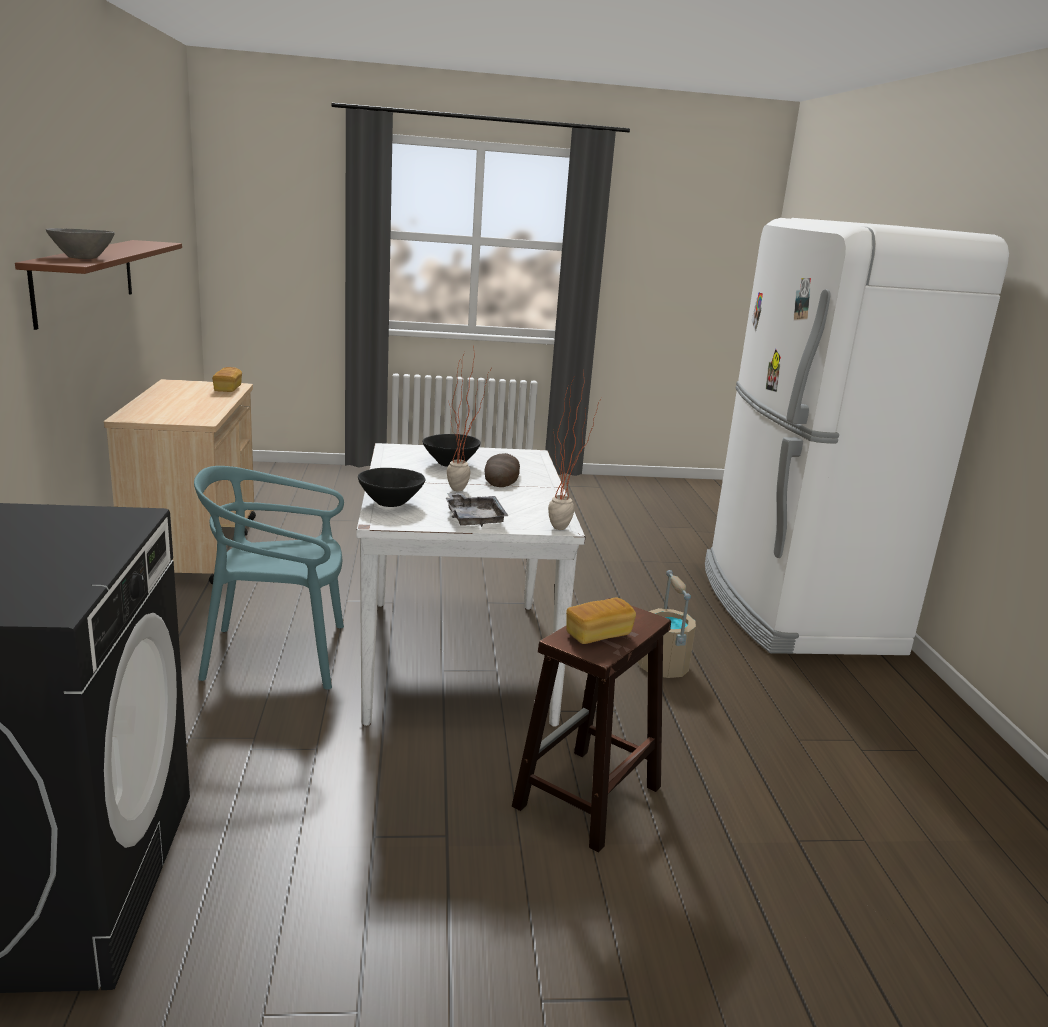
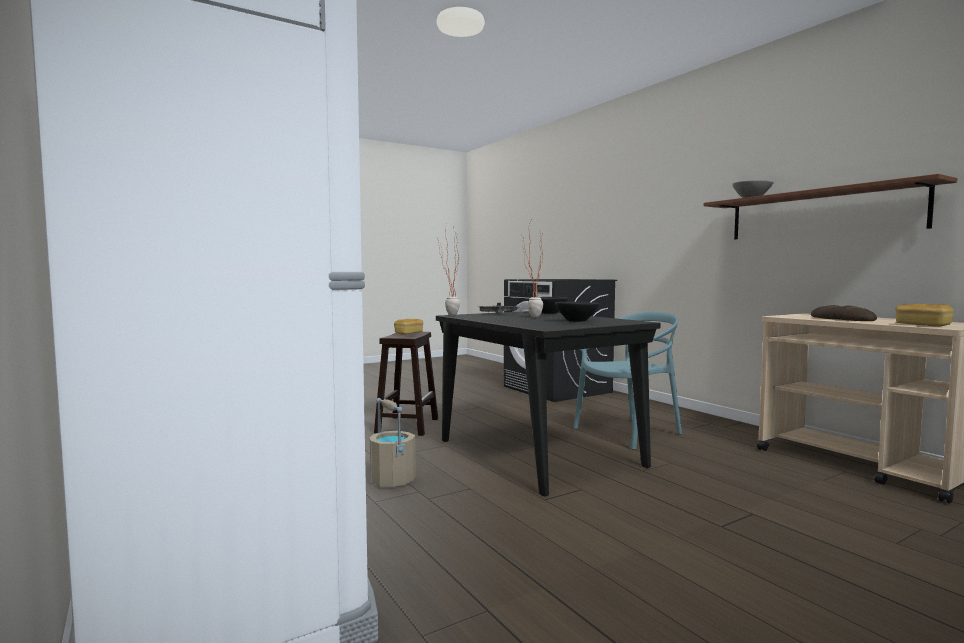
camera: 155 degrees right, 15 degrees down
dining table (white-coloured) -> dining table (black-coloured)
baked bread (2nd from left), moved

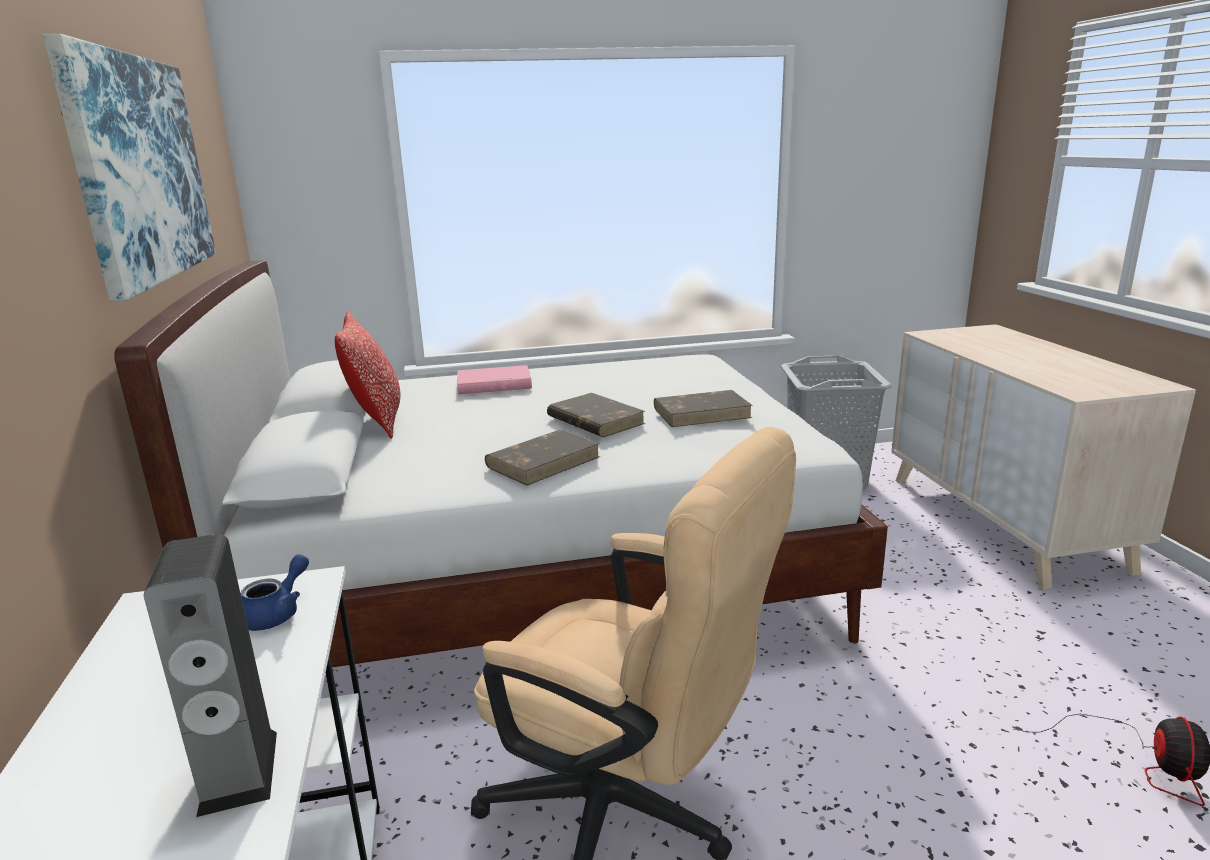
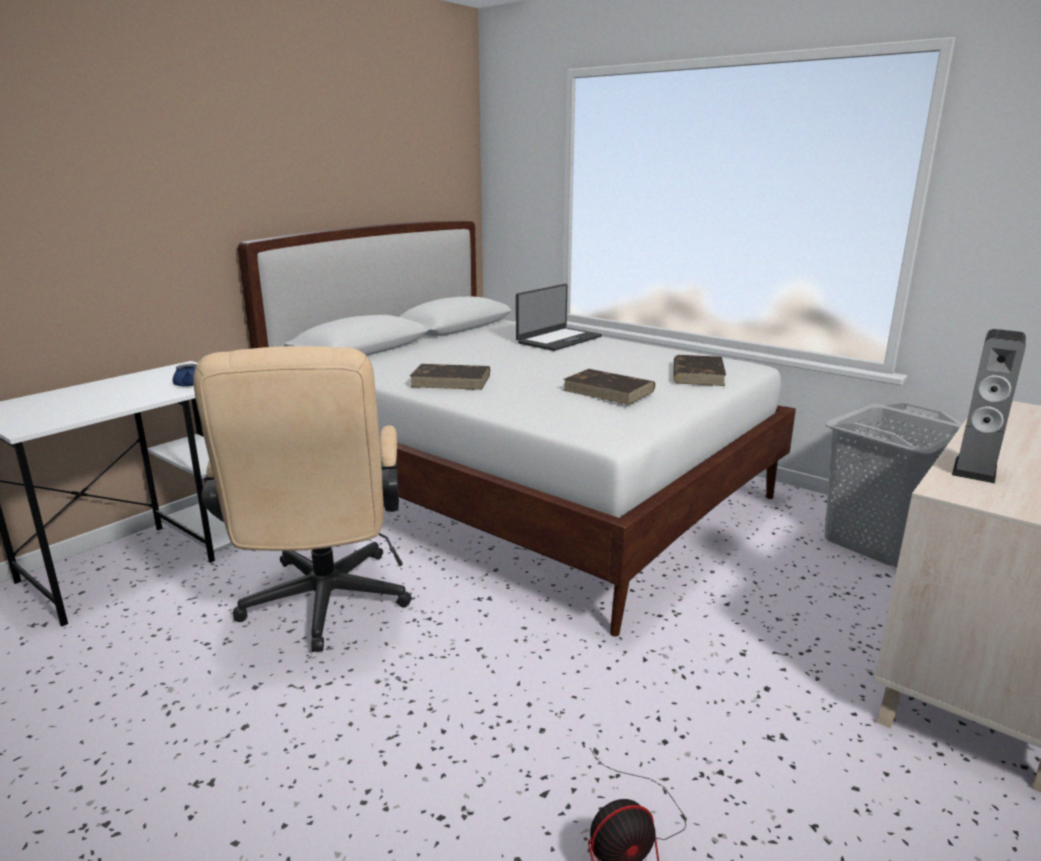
camera: 50 degrees right, 0 degrees up
volume (pink-coloured) -> laptop
volume (brownish) (2nd from left in the first image) -> volume (brownish) (3rd from left), moved
speaker, moved
wall picture -> none
cushion -> none

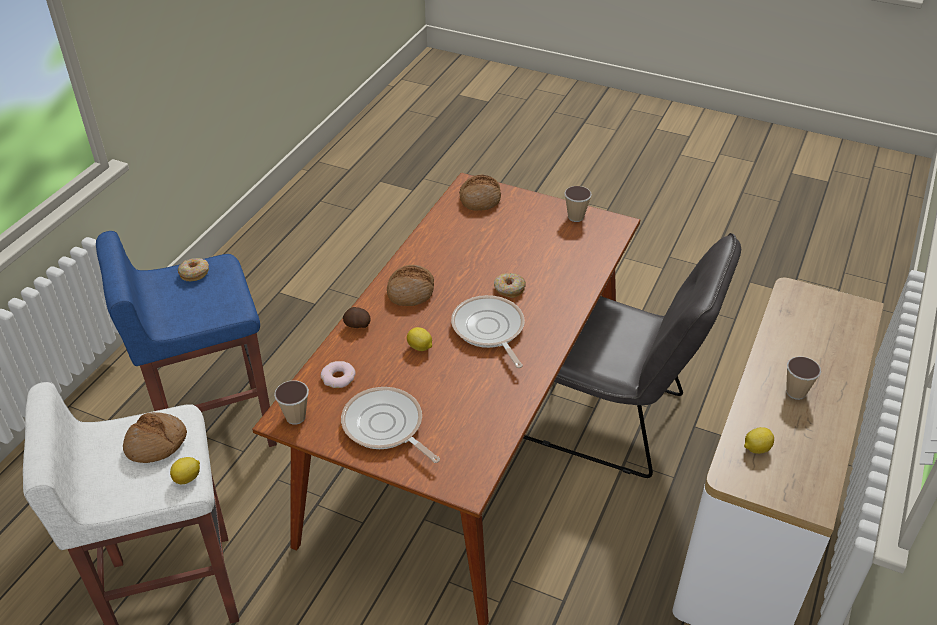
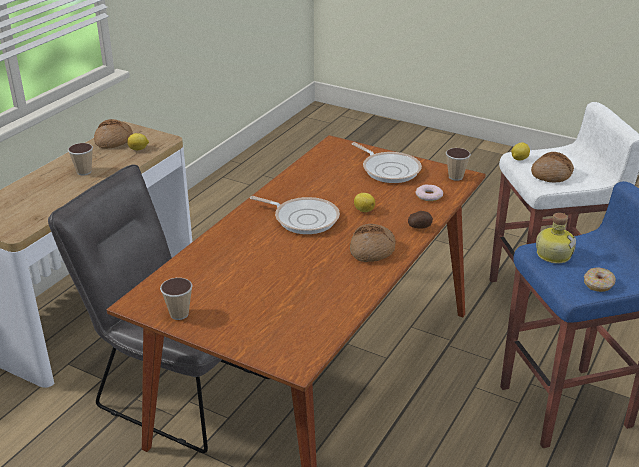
camera: 175 degrees left, 10 degrees down
baked bread (3rd from left in the first image) -> baked bread (1st from left), moved
frying pan (2nd from left in the first image) -> frying pan (1st from left), 45 degrees counterclockwise
none -> beverage bottle
doughnut (3rd from left) -> none

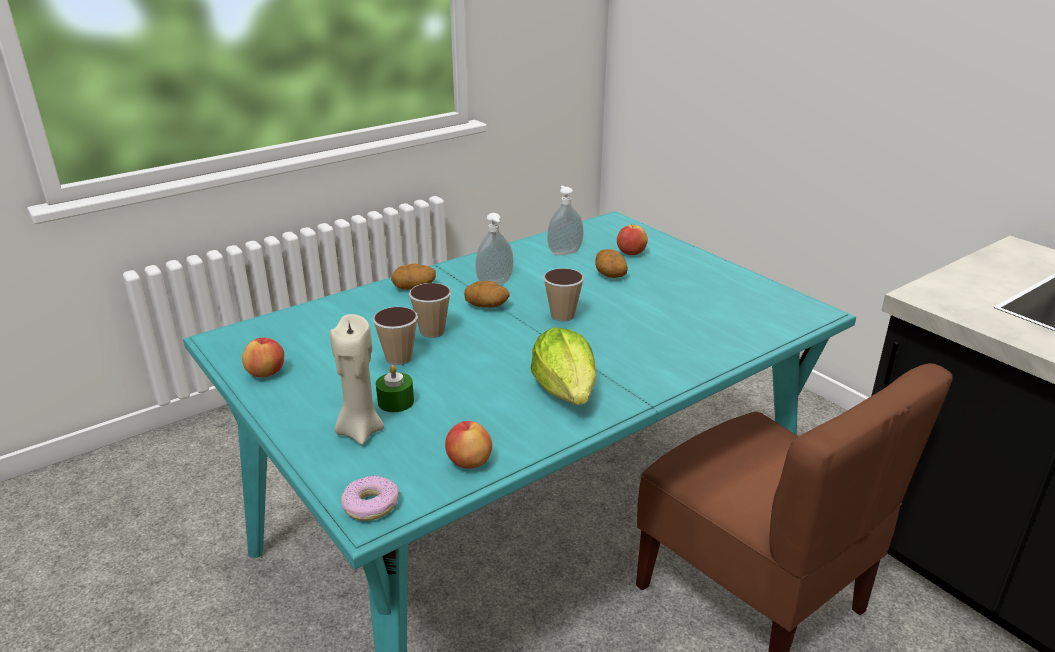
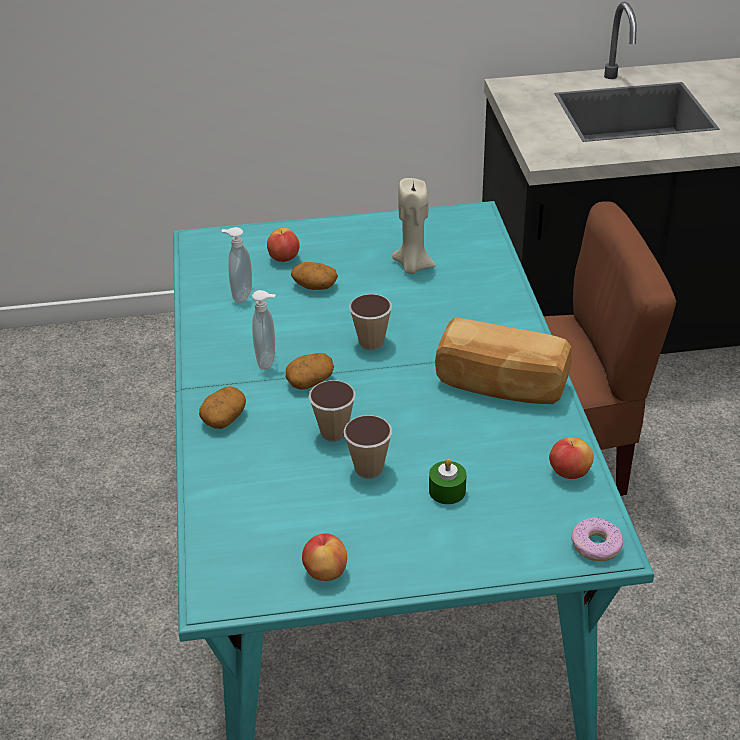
camera: 60 degrees left, 10 degrees up
wax light (sand-coloured), moved
head of lettuce -> baked bread

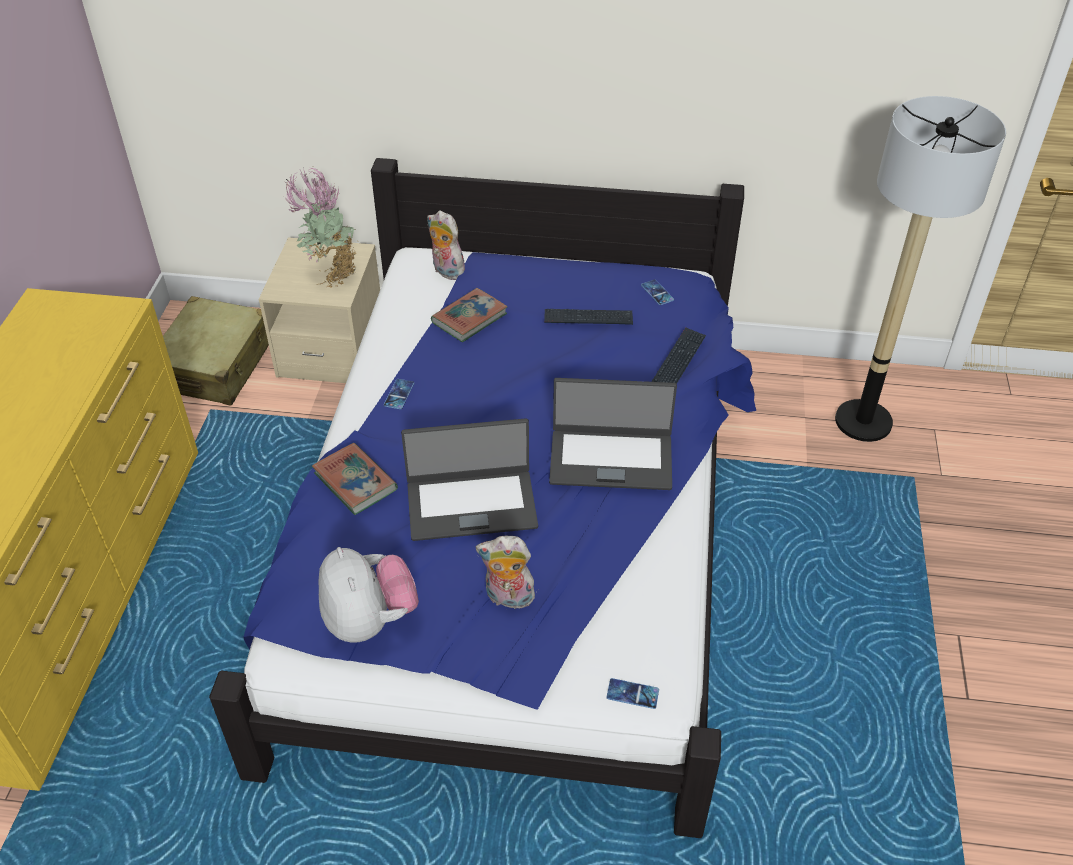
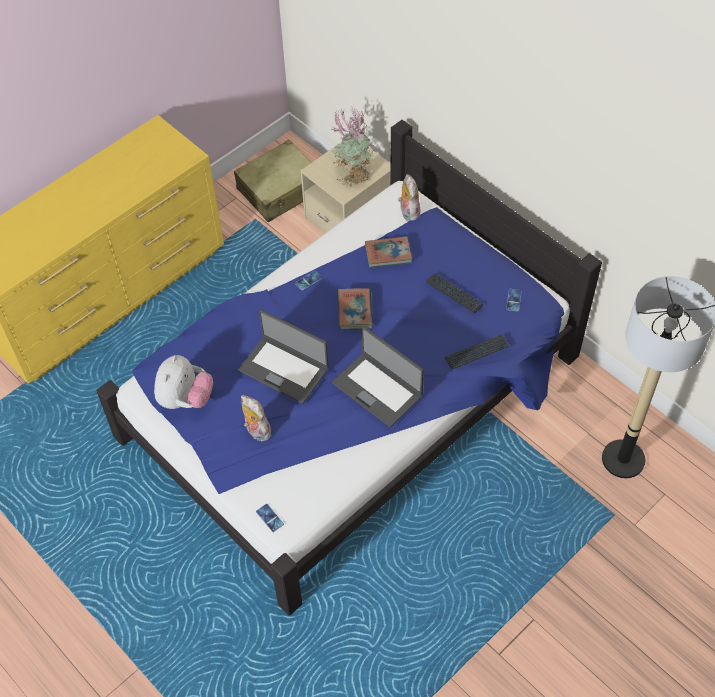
camera: 40 degrees right, 10 degrees up
volume (1st from left), moved

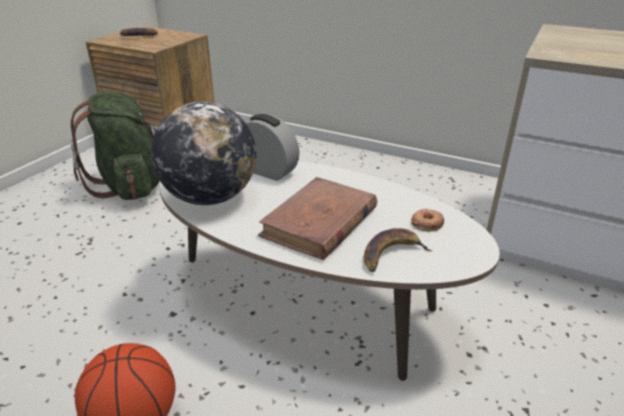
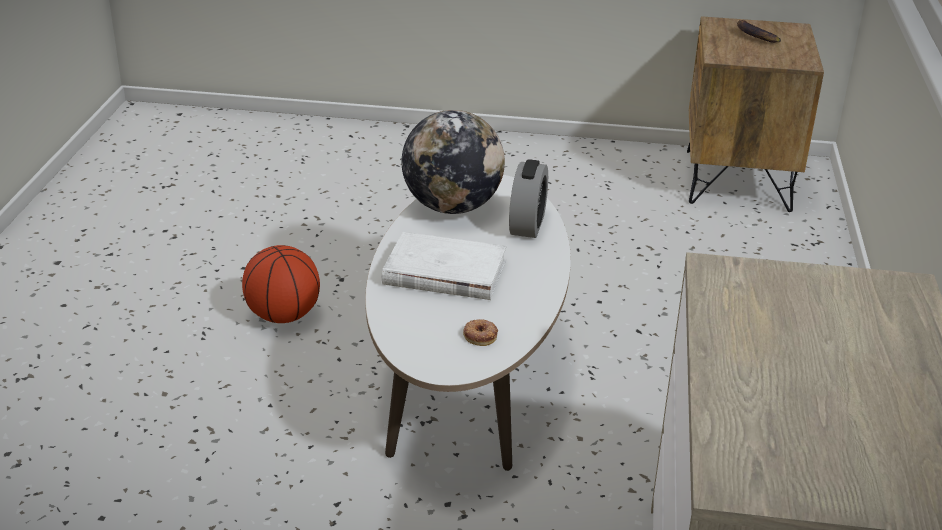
camera: 70 degrees right, 0 degrees up
volume (brownish) -> volume (white-coloured)
backpack (green) -> none
banana fruit (2nd from left) -> none

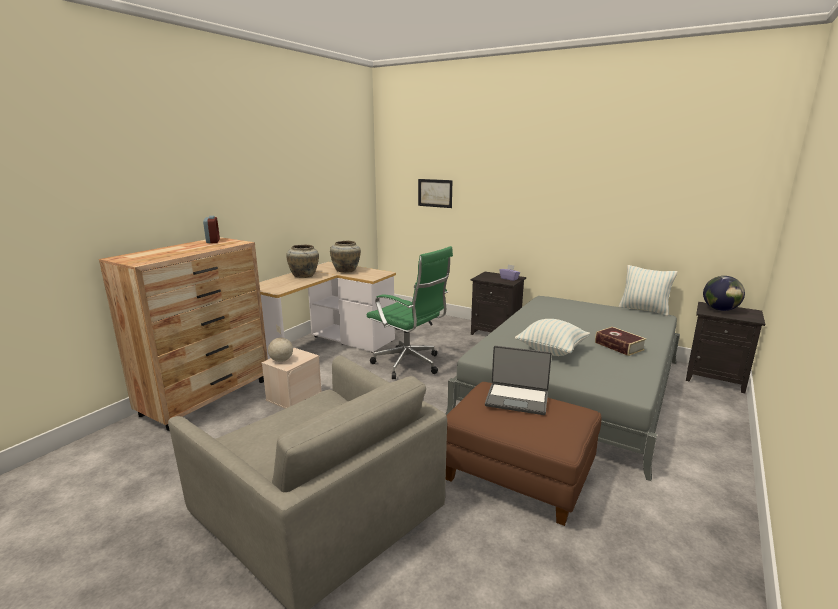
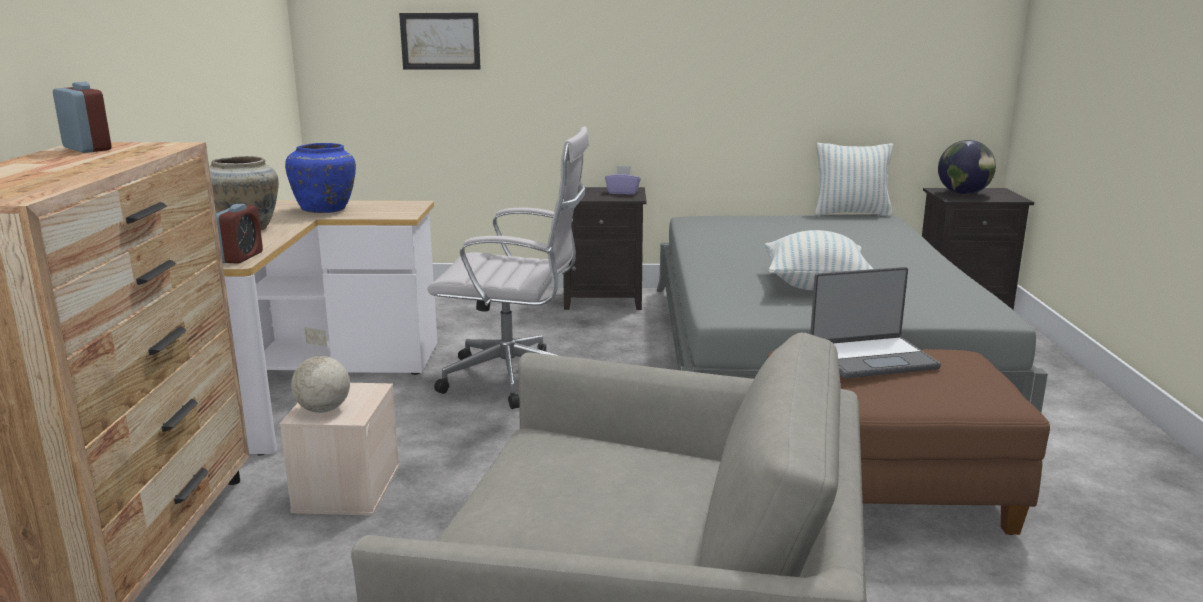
camera: 30 degrees left, 0 degrees up
none -> alarm clock (2nd from left)
vase (sand-coloured) (2nd from left) -> vase (blue)
desk chair (green) -> desk chair (white-coloured)
volume -> none

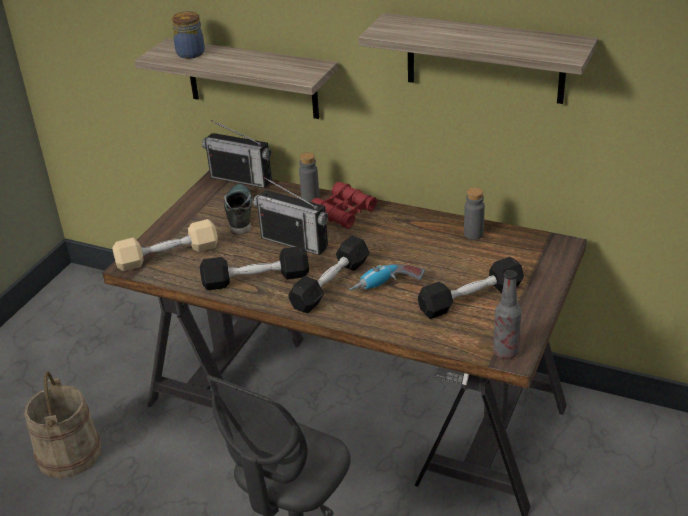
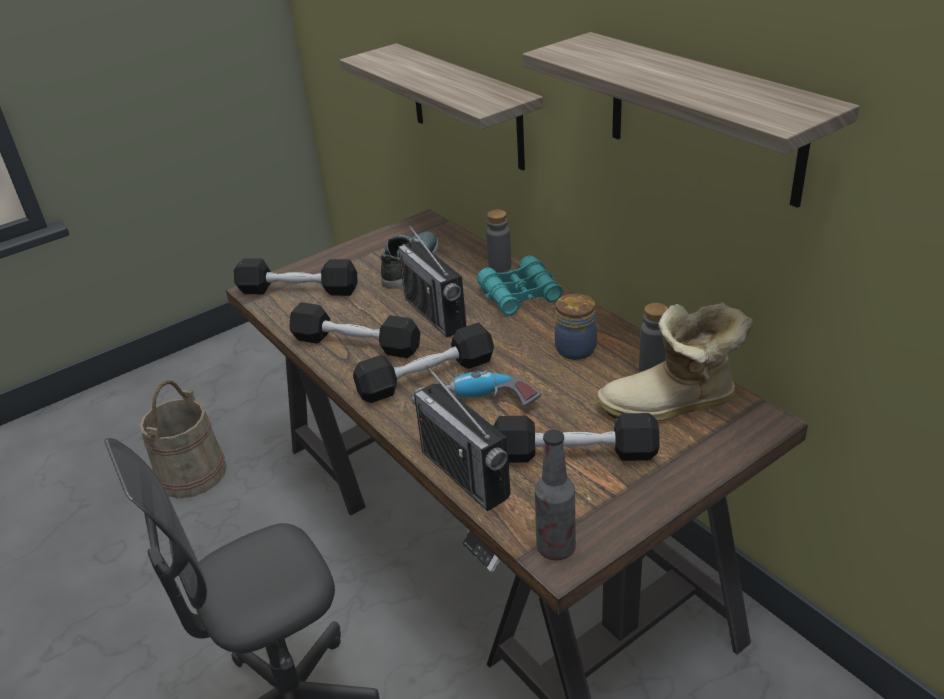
camera: 30 degrees right, 0 degrees up
hand weight (sand-coloured) -> hand weight (black-coloured) (1st from left)
radio (1st from left in the first image) -> radio (2nd from left), moved
binoculars (red) -> binoculars (blue-green)
jar, moved
none -> tall boot

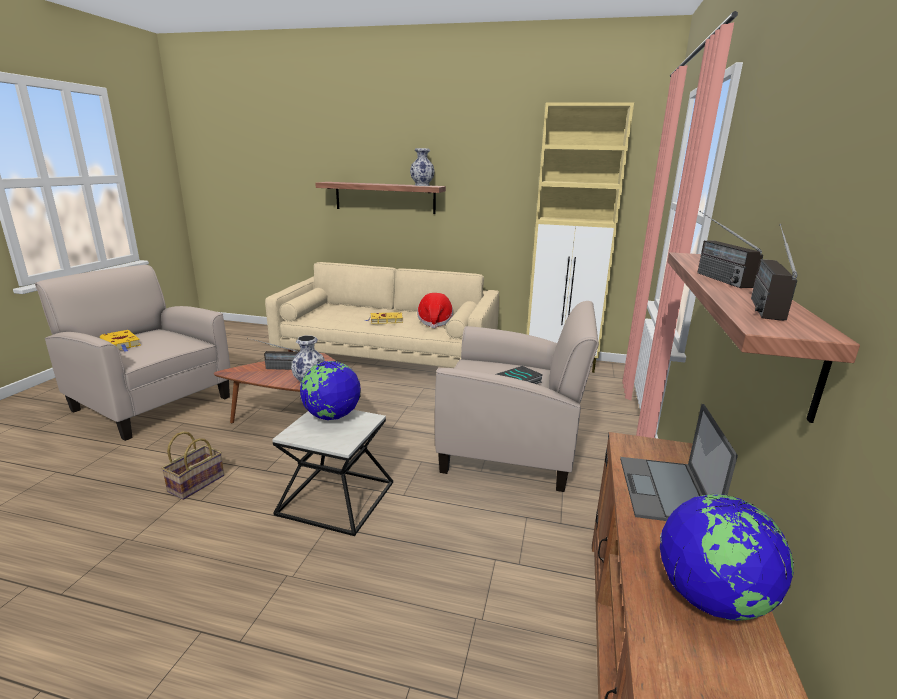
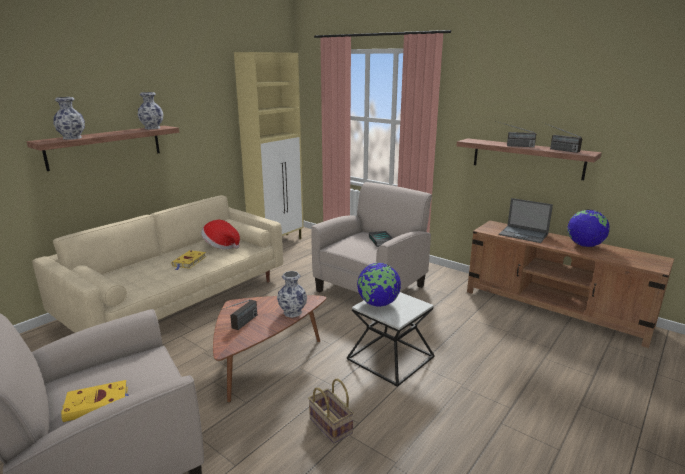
camera: 65 degrees left, 0 degrees up
none -> vase (1st from left)

